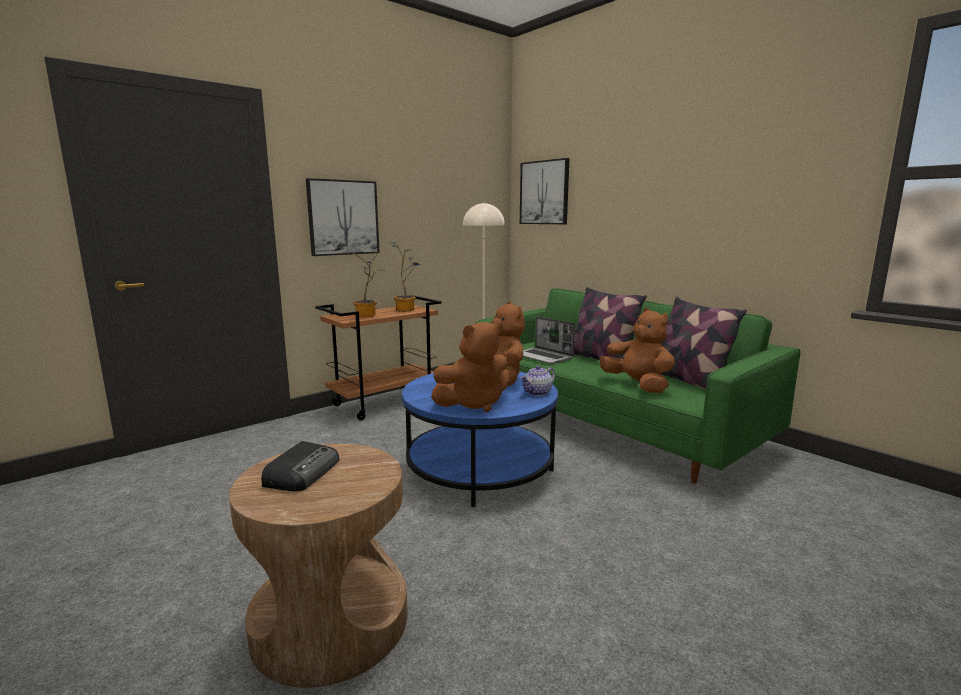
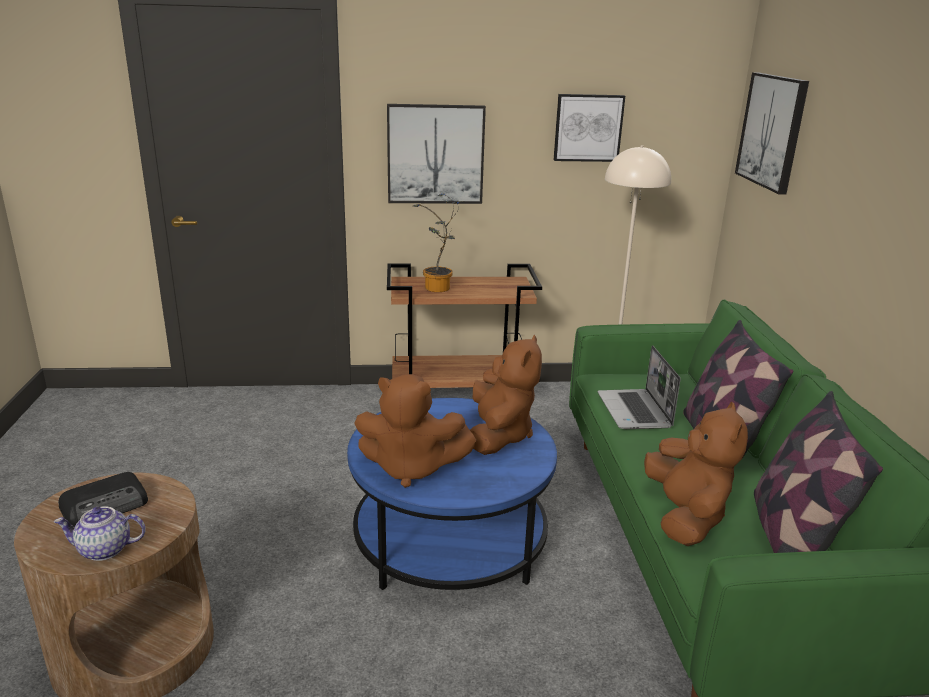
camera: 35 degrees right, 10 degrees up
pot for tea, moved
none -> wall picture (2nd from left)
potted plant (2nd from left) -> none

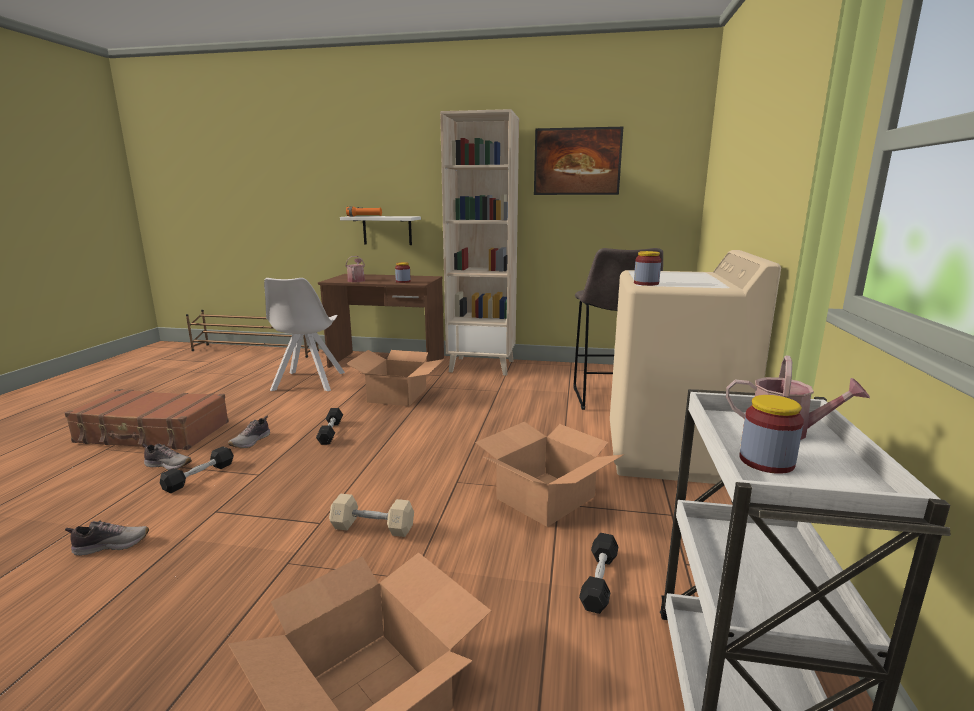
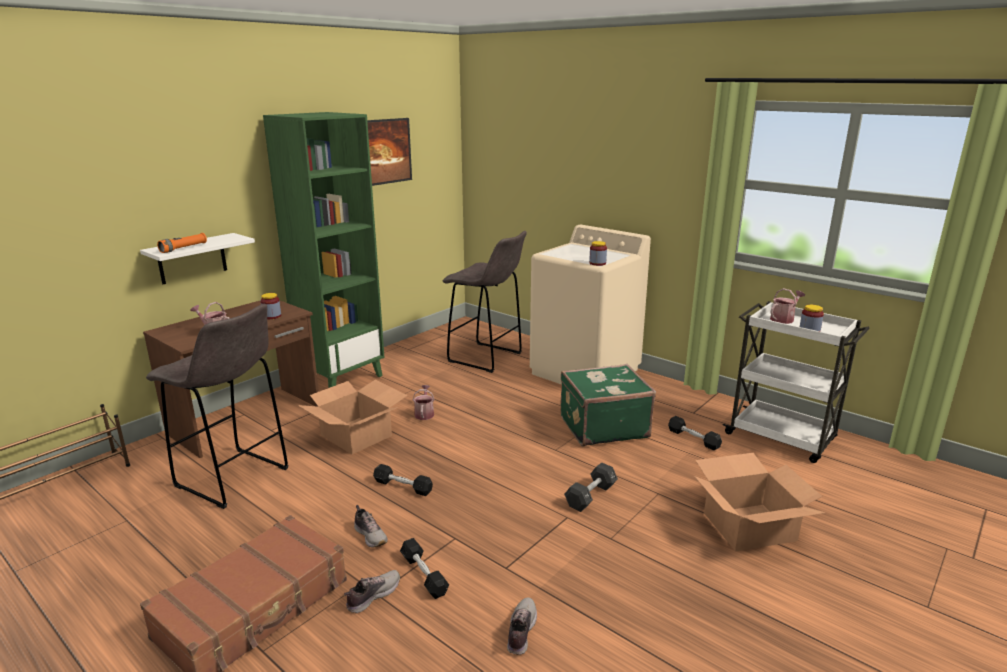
camera: 60 degrees left, 5 degrees up
upright chair (white-coloured) -> stool (grey) (1st from left)
bookcase (sand-coloured) -> bookcase (green)
none -> watering can (2nd from left)
packing box (3rd from left) -> piece of luggage (green)
hand weight (sand-coloured) -> hand weight (black-coloured) (3rd from left)

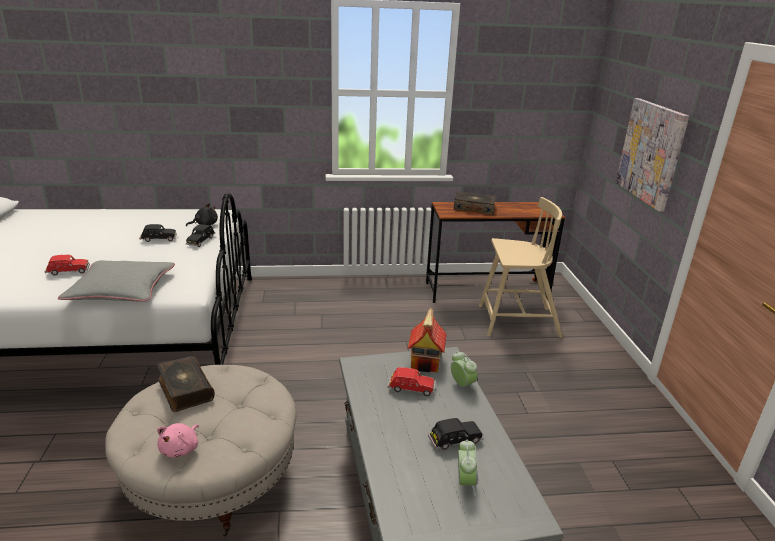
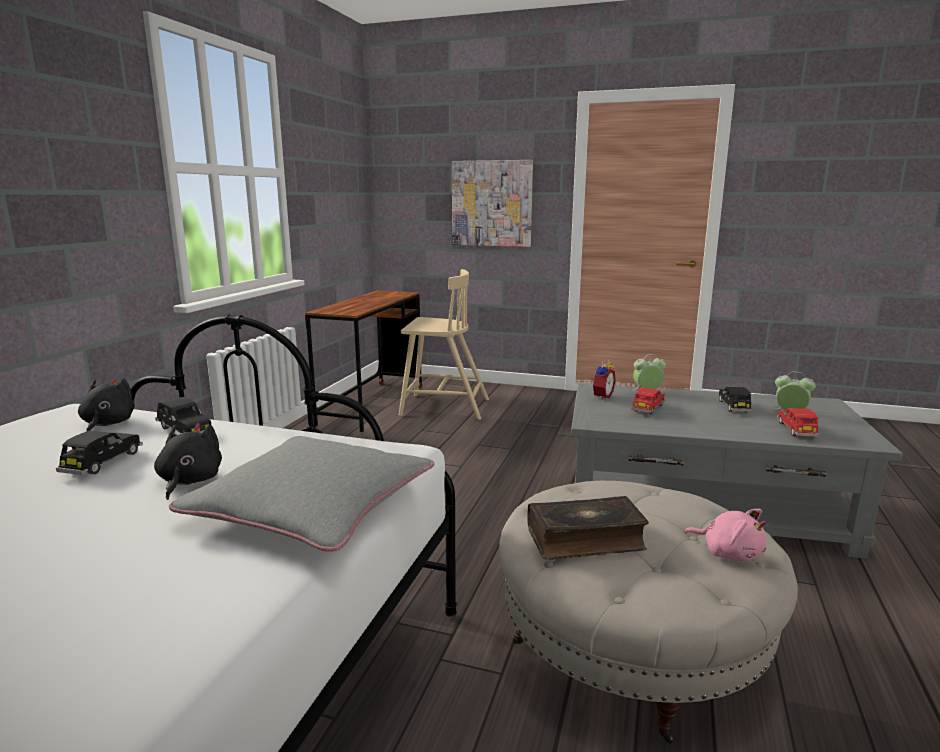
camera: 65 degrees left, 10 degrees down
none -> soft toy (black-coloured) (2nd from left)
upright chair (sand-coloured), 75 degrees clockwise
toy house -> alarm clock (1st from left)
miniature car (red) (1st from left in the first image) -> miniature car (red) (2nd from left), moved
volume (2nd from left) -> none

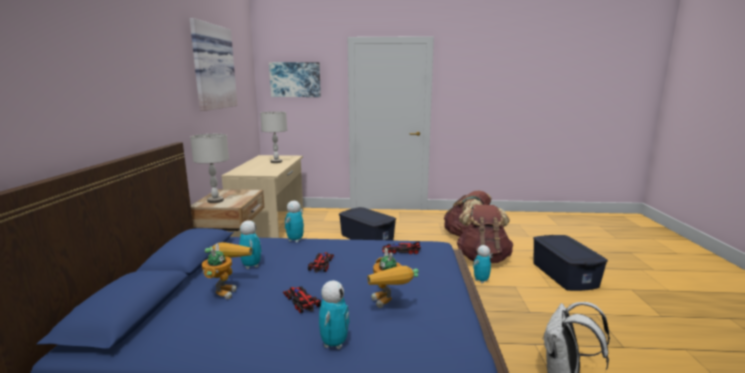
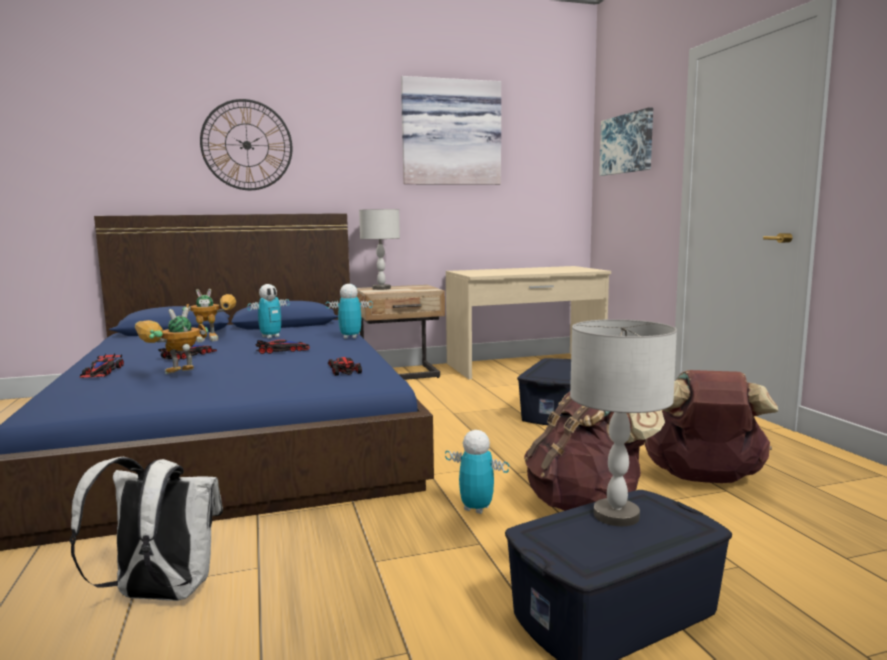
camera: 70 degrees right, 5 degrees down
robot figure (4th from left) -> miniature car (1st from left)
none -> wall clock
table lamp (grey) (2nd from left), moved

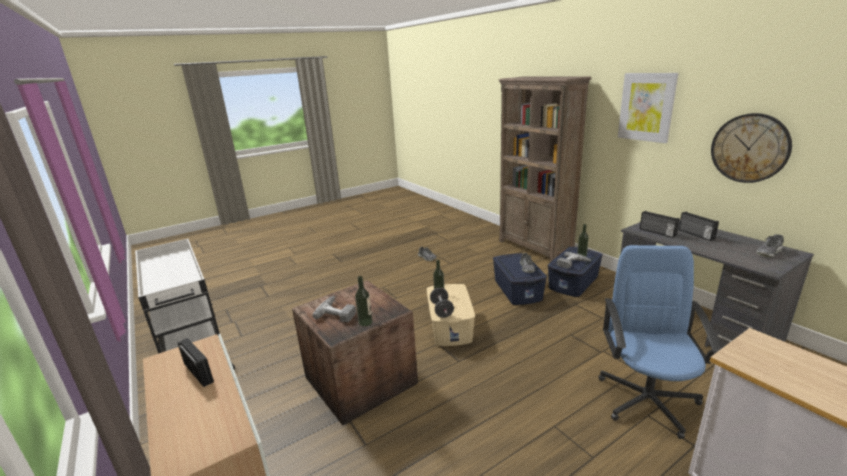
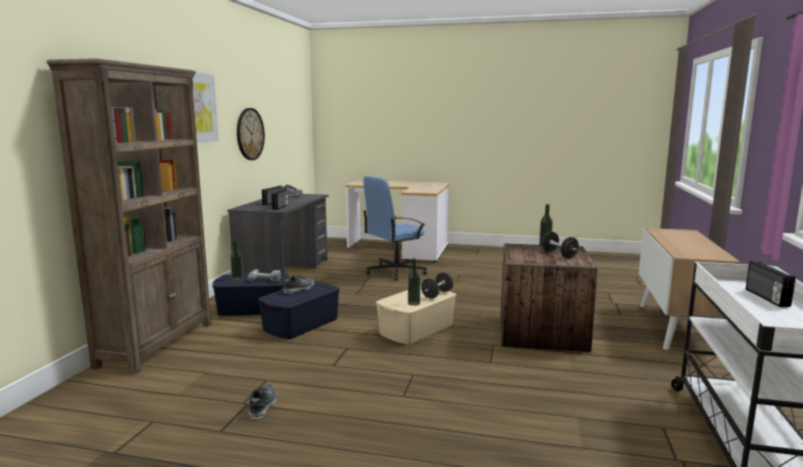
camera: 135 degrees left, 10 degrees down
power drill (1st from left) -> hand weight (black-coloured) (2nd from left)
radio (1st from left in the first image) -> radio (3rd from left), moved

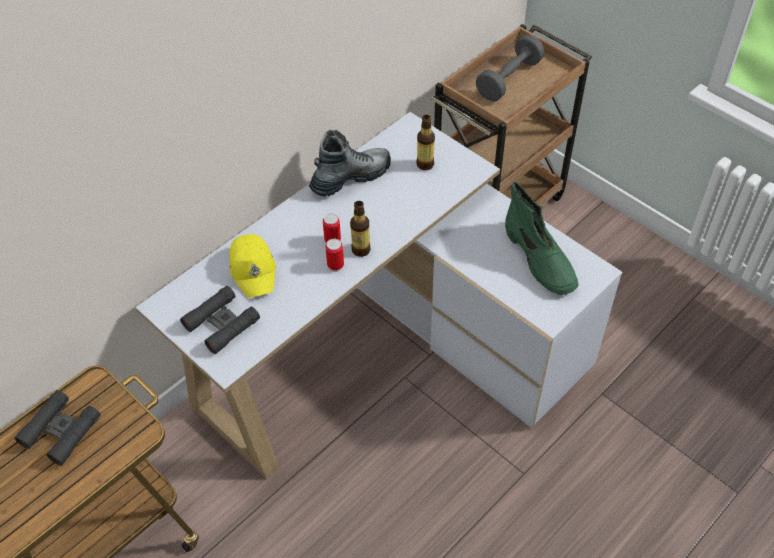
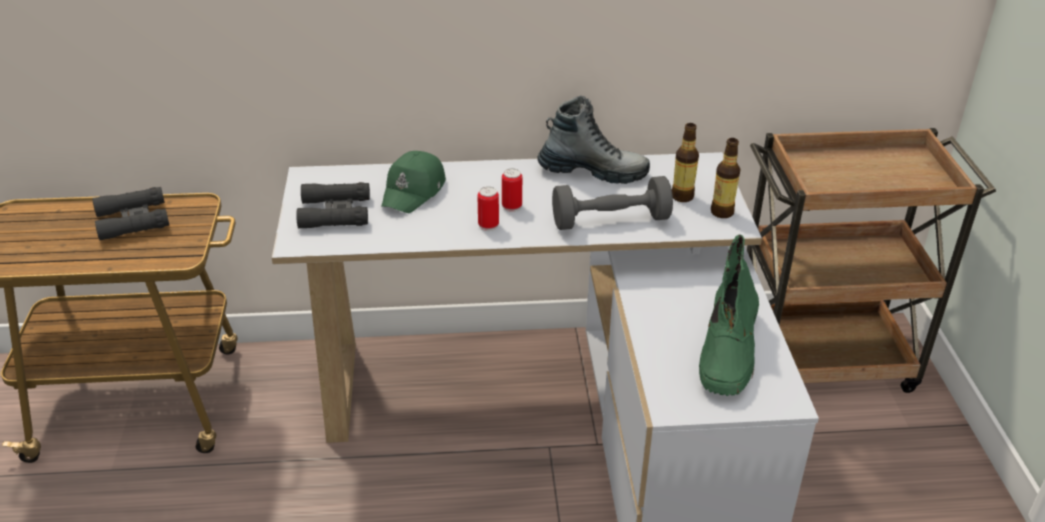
camera: 40 degrees right, 15 degrees down
cap (yellowish) -> cap (green)
hand weight (grey), moved
beverage bottle (1st from left in the first image) -> beverage bottle (2nd from left), moved

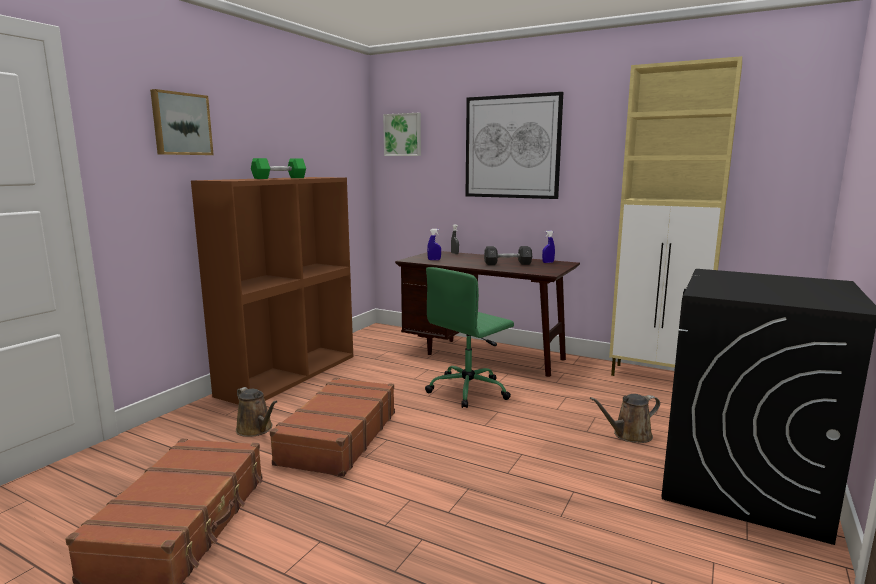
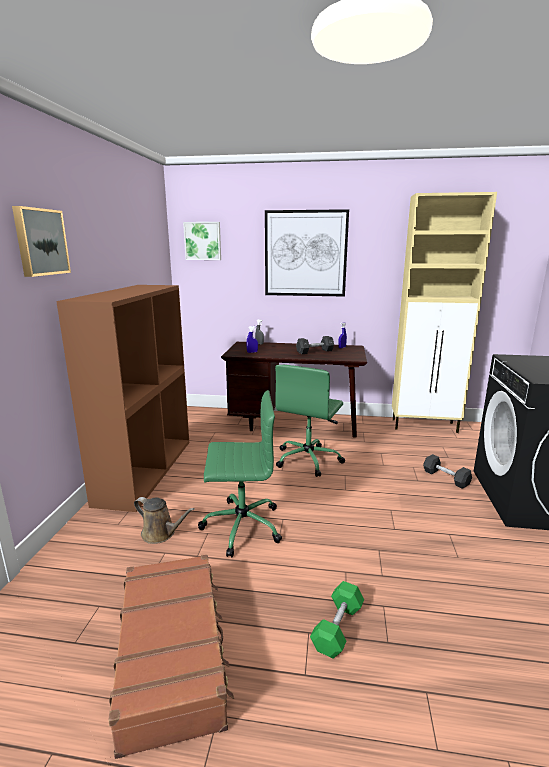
camera: 20 degrees left, 5 degrees up
piece of luggage (brownish) (2nd from left) -> desk chair (green) (1st from left)
hand weight (green), moved
watering can (brownish) (2nd from left) -> hand weight (grey) (2nd from left)

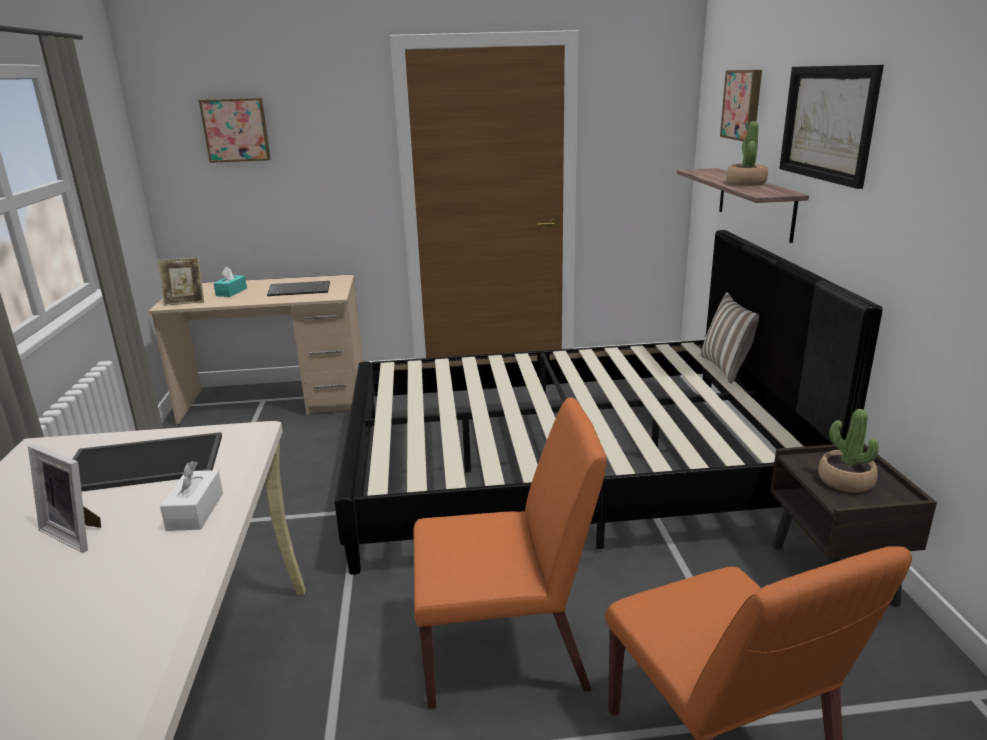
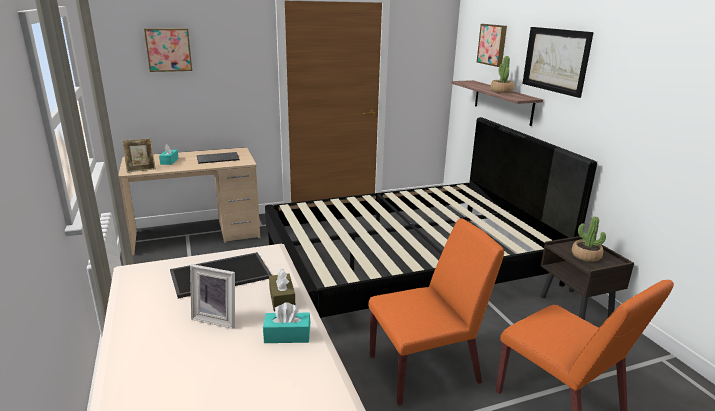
camera: 15 degrees left, 0 degrees up
none -> tissue holder (blue-green) (2nd from left)
tissue holder (white-coloured) -> tissue holder (brownish)
cushion -> none

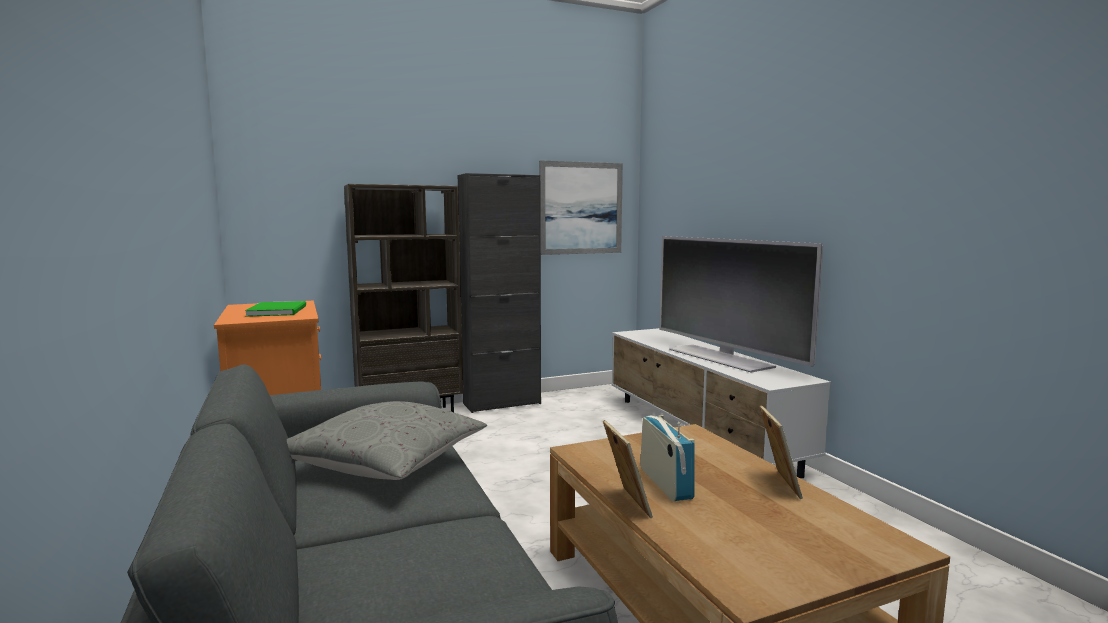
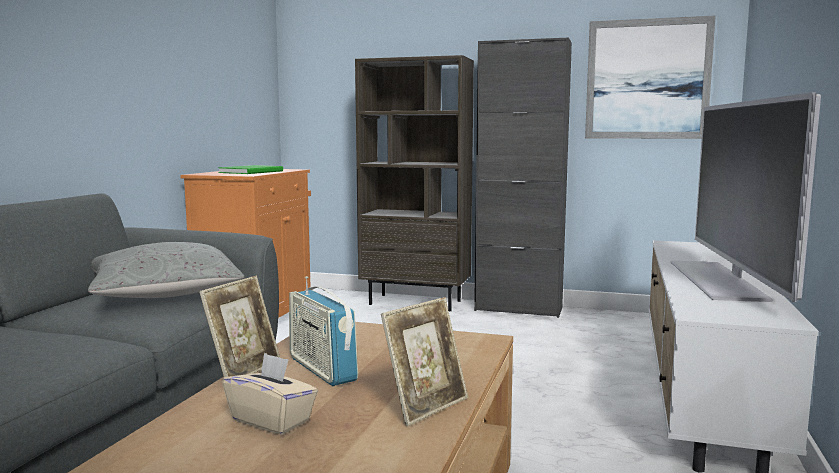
camera: 40 degrees right, 0 degrees up
none -> tissue holder (sand-coloured)
radio, 120 degrees clockwise

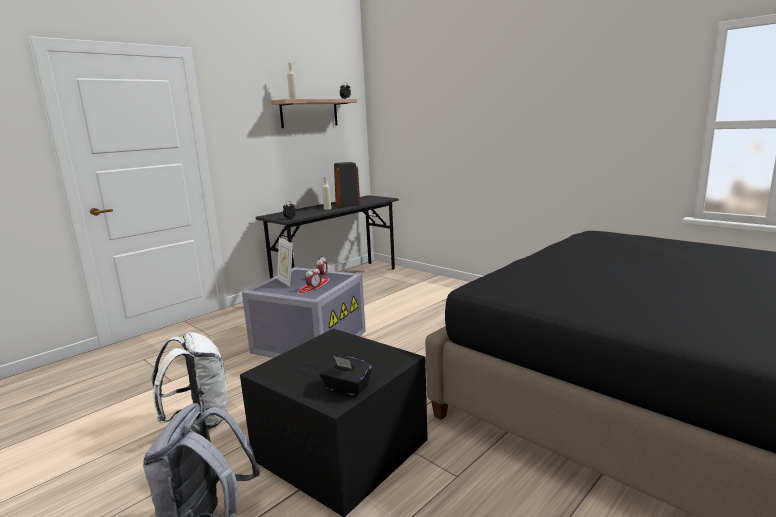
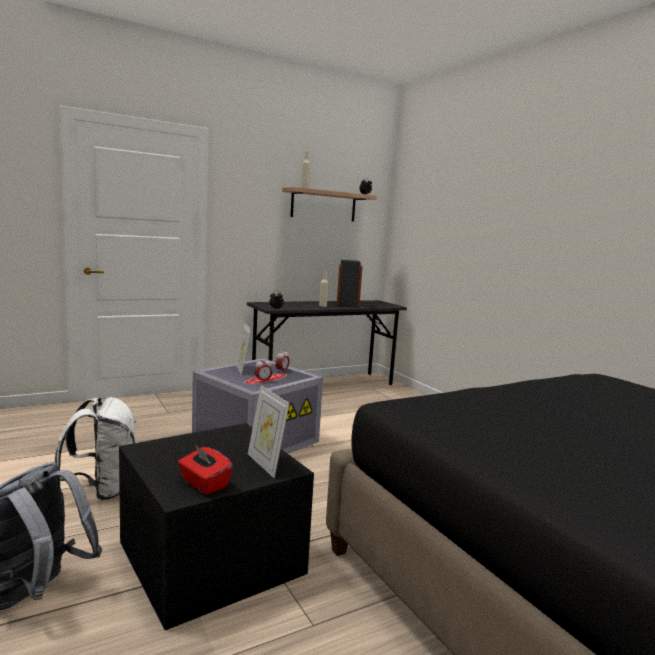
camera: 15 degrees right, 5 degrees down
tissue holder (black-coloured) -> tissue holder (red)
none -> photo frame (2nd from left)

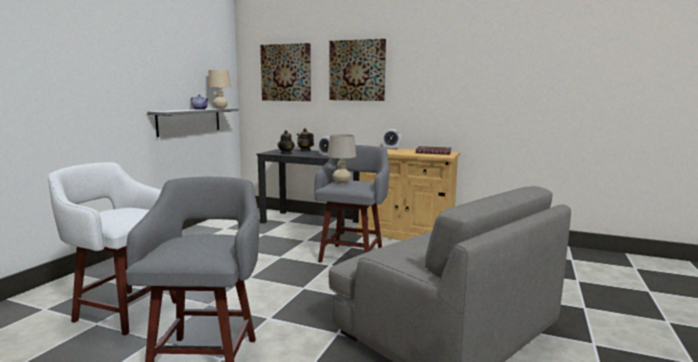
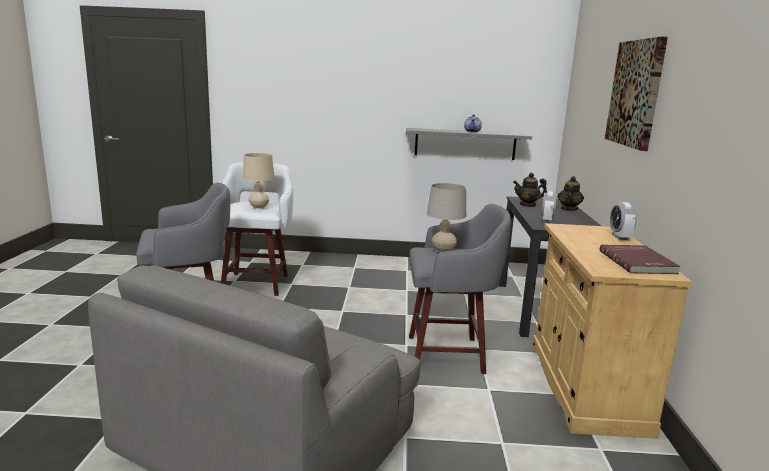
camera: 70 degrees right, 5 degrees up
table lamp (sand-coloured) (1st from left), moved
wall picture (1st from left) -> none

